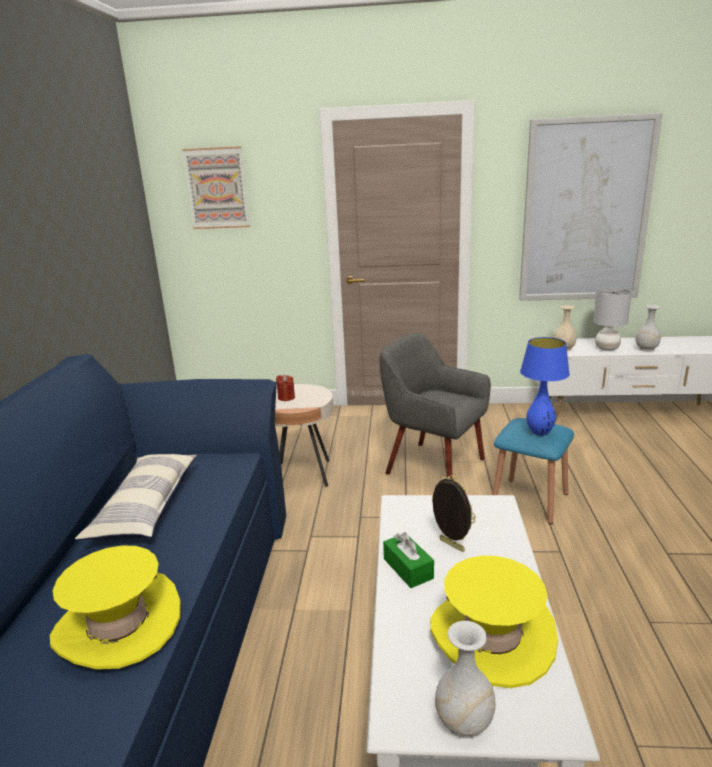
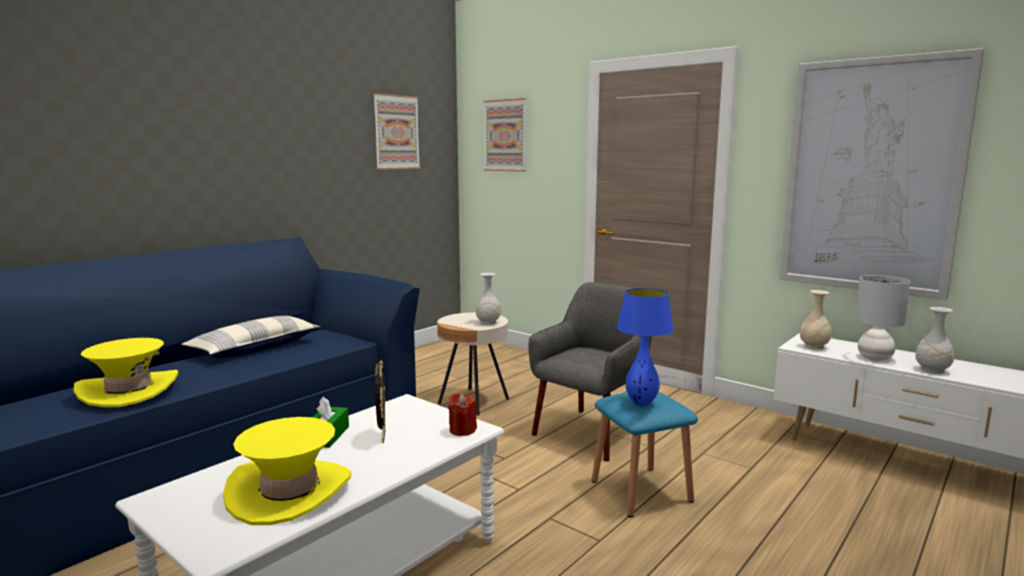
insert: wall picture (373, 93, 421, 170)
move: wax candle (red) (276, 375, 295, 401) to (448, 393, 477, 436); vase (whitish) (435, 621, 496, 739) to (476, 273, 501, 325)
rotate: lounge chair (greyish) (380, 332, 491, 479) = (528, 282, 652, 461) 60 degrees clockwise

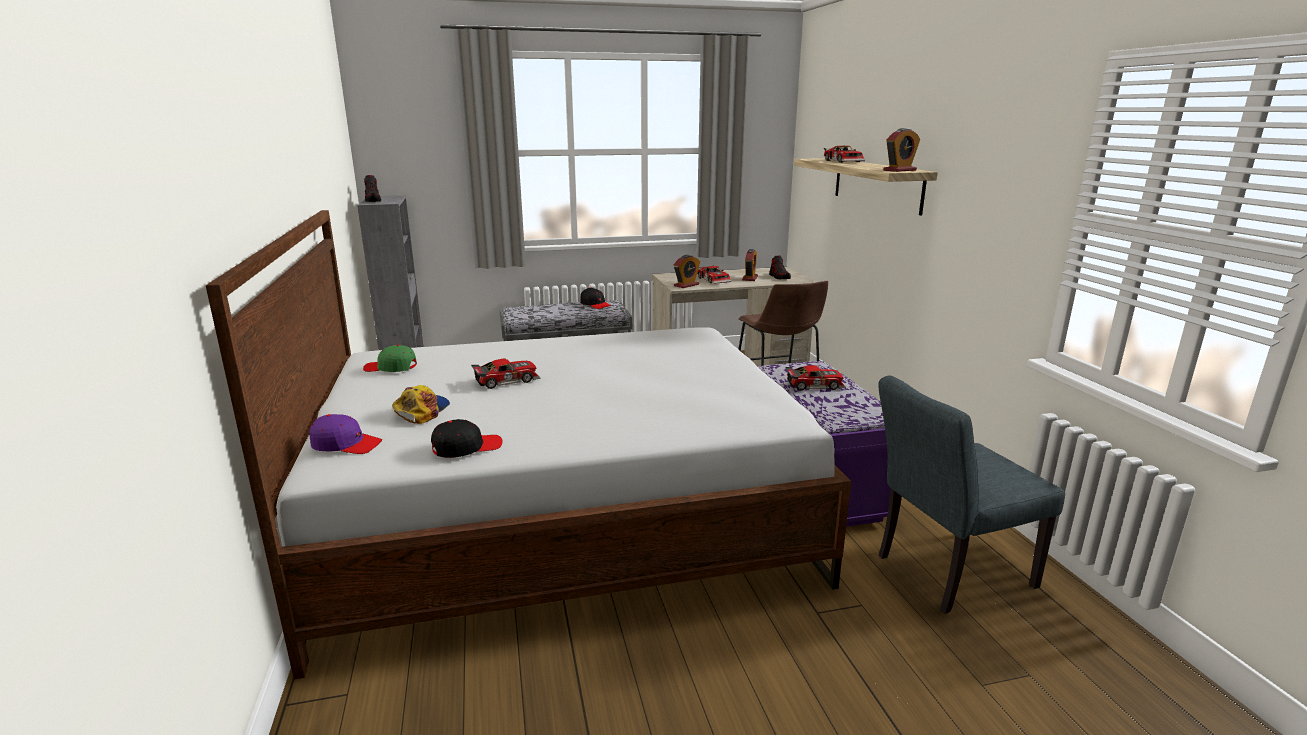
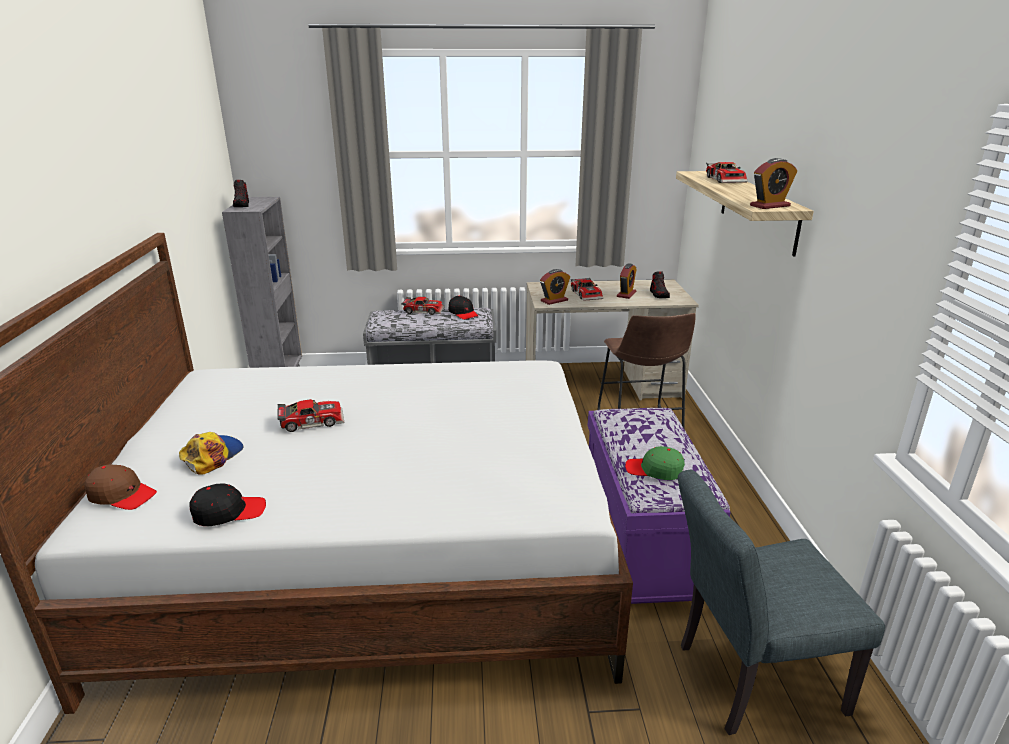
move: toy car (785, 365, 846, 391) to (401, 297, 444, 315); peaked cap (green-coloured) (363, 345, 417, 372) to (625, 446, 685, 480)
recolor: peaked cap (purple-coloured) (309, 414, 382, 454) to peaked cap (brownish) (84, 465, 157, 510)

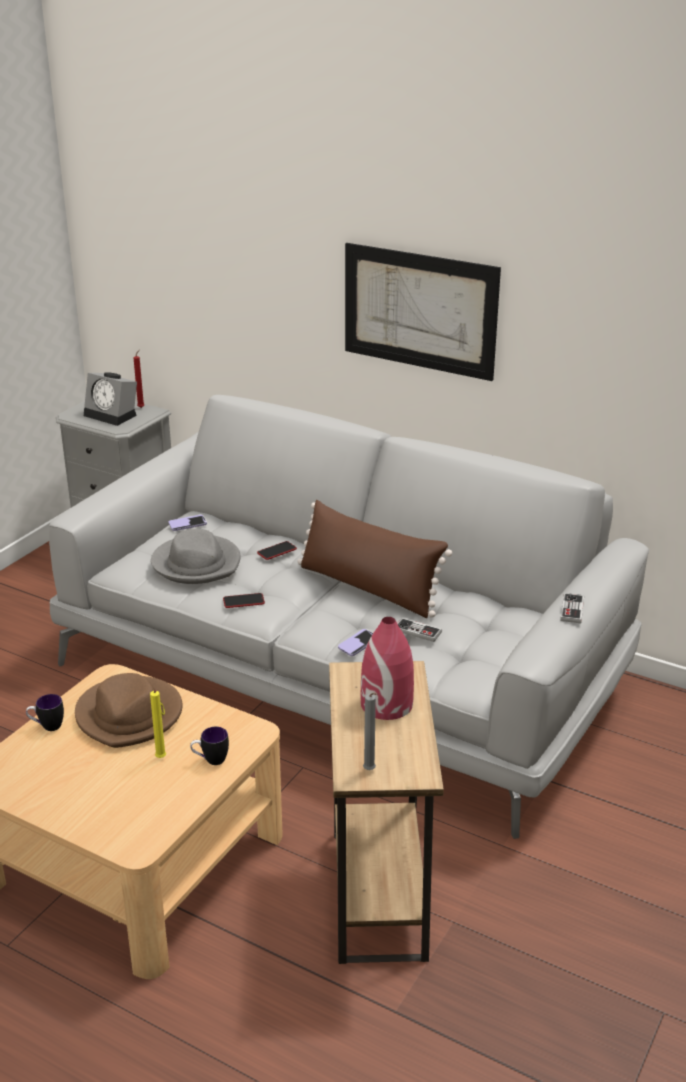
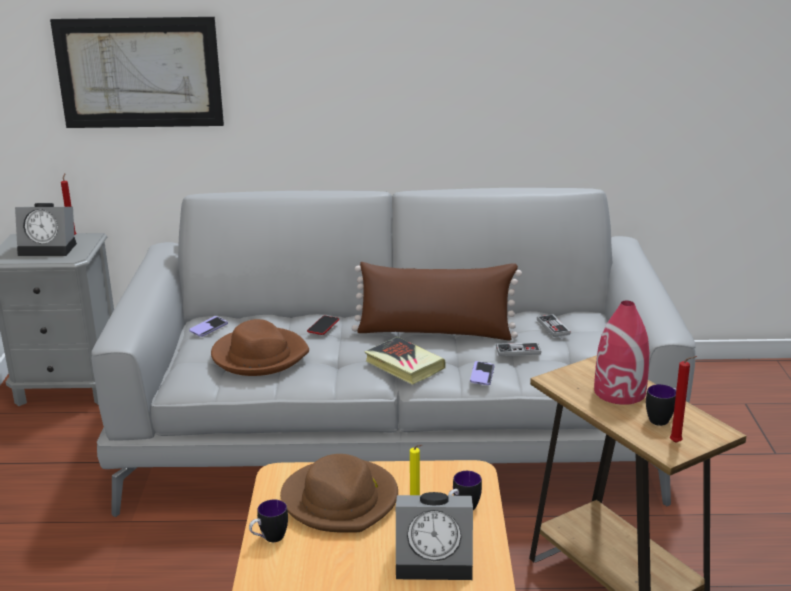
delete: phone (223, 593, 265, 608)
insert: book (365, 337, 446, 385); table clock (396, 492, 473, 580); coffee mug (646, 384, 676, 426)
move: wall picture (345, 243, 501, 381) to (50, 17, 224, 128); joypad (560, 593, 584, 623) to (537, 314, 571, 337)
recolor: hat (greyish) (151, 529, 240, 584) to hat (brownish) (211, 319, 309, 376); wax candle (greyish) (363, 693, 377, 770) to wax candle (red) (670, 356, 697, 443)

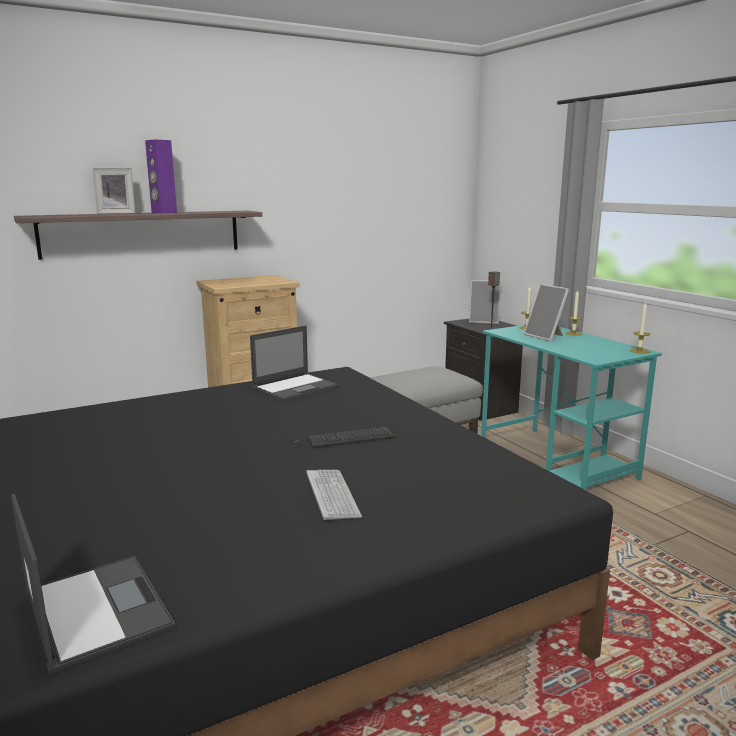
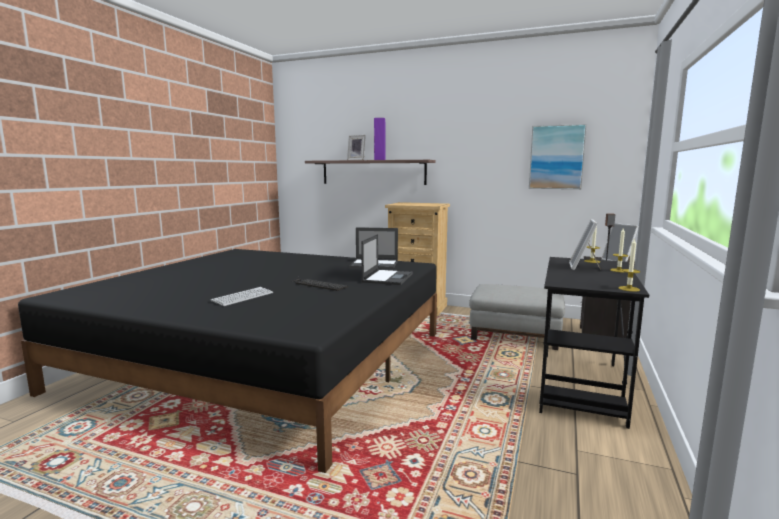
insert: wall picture (529, 124, 587, 189)
move: portable computer (11, 494, 176, 676) to (361, 234, 413, 285)
recolor: desk table (turquoise-coloured) (481, 325, 662, 490) to desk table (blackish) (539, 257, 649, 429)

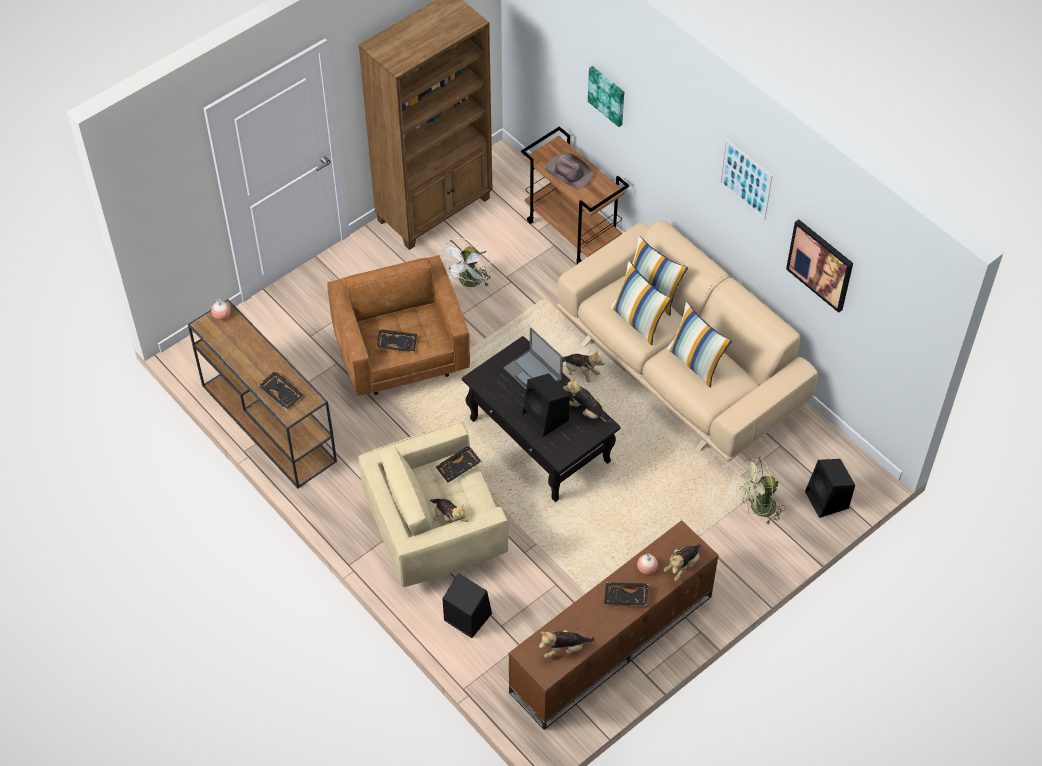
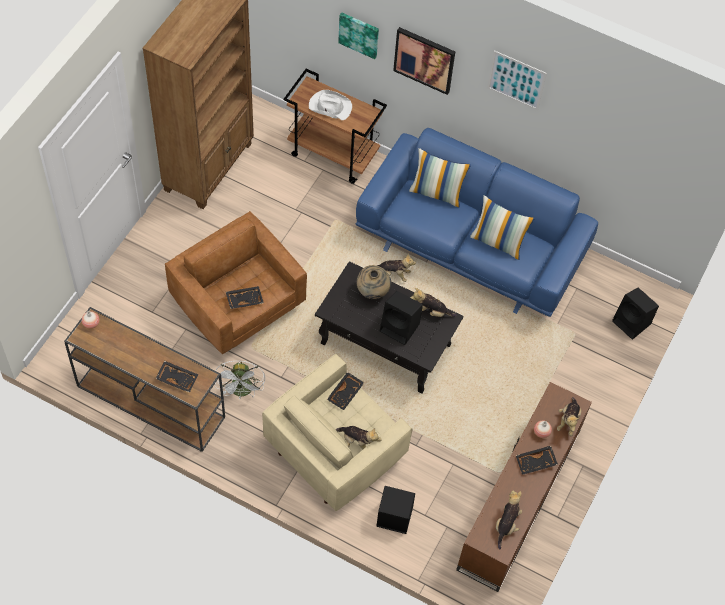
delete: throw pillow (610, 261, 672, 345); cooling fan (green-coloured) (739, 457, 784, 525)
move: cooling fan (whitish) (441, 238, 492, 287) to (215, 360, 265, 399); wall picture (786, 219, 853, 313) to (393, 27, 455, 95)
replace: portable computer (504, 327, 563, 389) to vase (sand-coloured) (357, 265, 391, 299)
recolor: hat (brownish) (545, 153, 593, 189) to hat (whitish) (309, 90, 352, 120); sofa (sand-coloured) (557, 220, 818, 462) to sofa (blue-coloured) (356, 128, 598, 317)
rotate: soft toy (539, 630, 594, 658) = (496, 490, 522, 549) 150 degrees clockwise

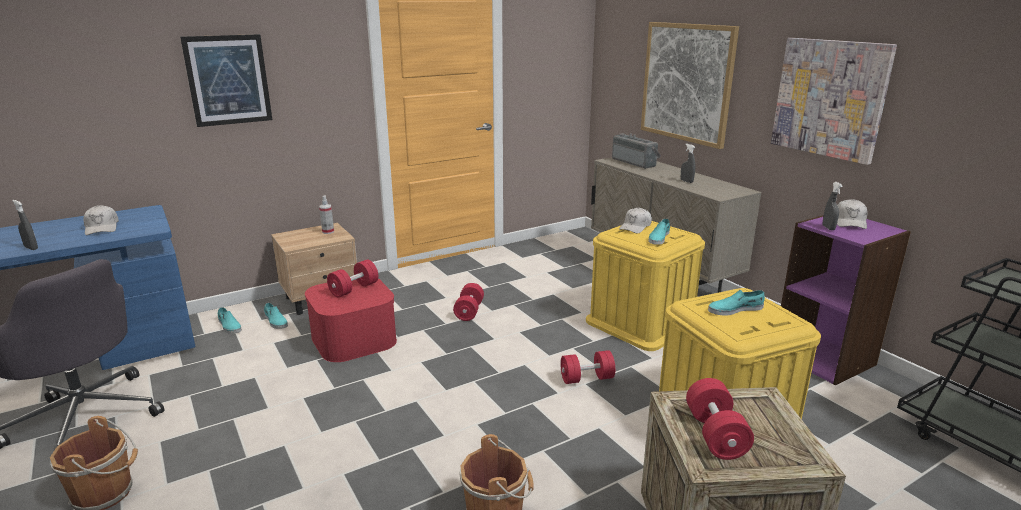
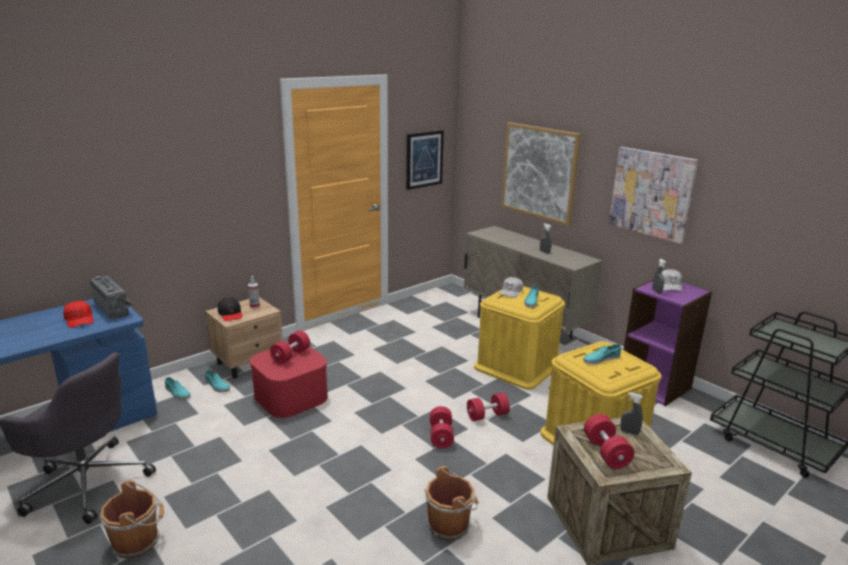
insert: peaked cap (blackish) (218, 297, 242, 321)
move: radio set (612, 133, 661, 169) to (90, 275, 133, 319); wall picture (180, 34, 272, 127) to (406, 130, 444, 190); free weight (red) (453, 283, 484, 321) to (430, 406, 454, 449); sprayer (greyish) (12, 200, 38, 250) to (620, 392, 643, 435)
recolor: peaked cap (whitish) (84, 205, 119, 235) to peaked cap (red) (63, 301, 94, 328)

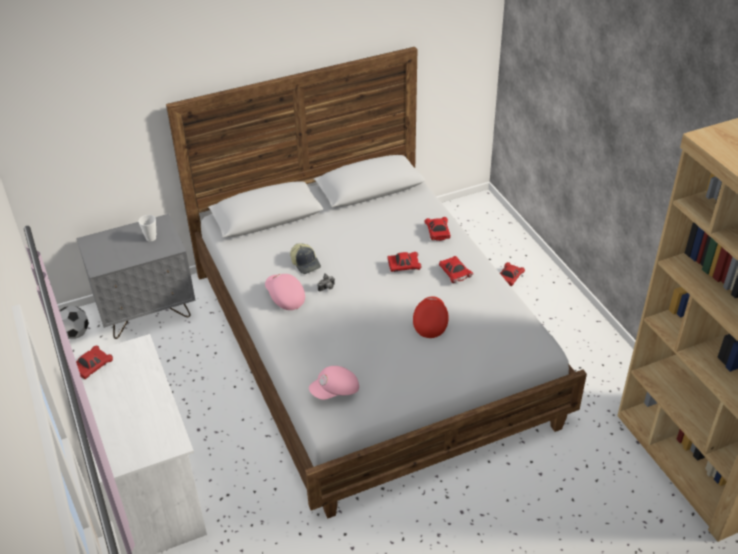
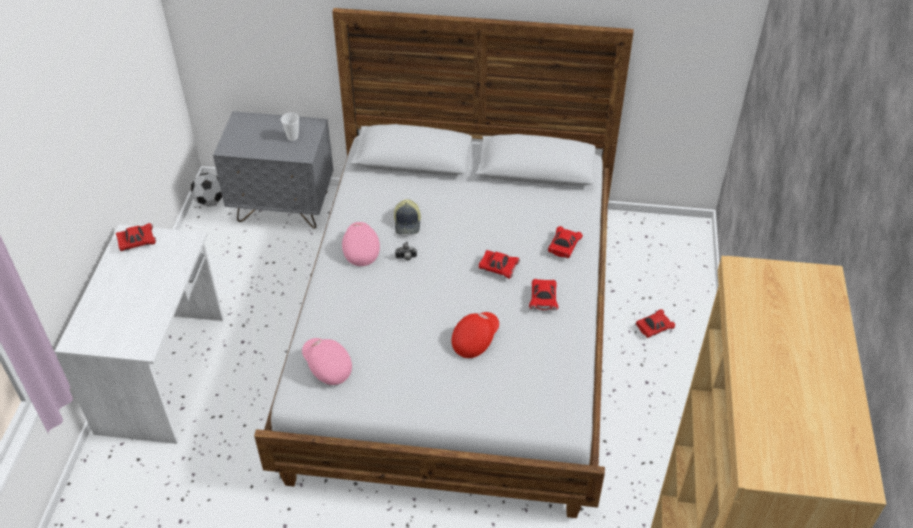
rotate: peaked cap (pinkish) (309, 366, 359, 400) = (302, 338, 352, 385) 45 degrees clockwise

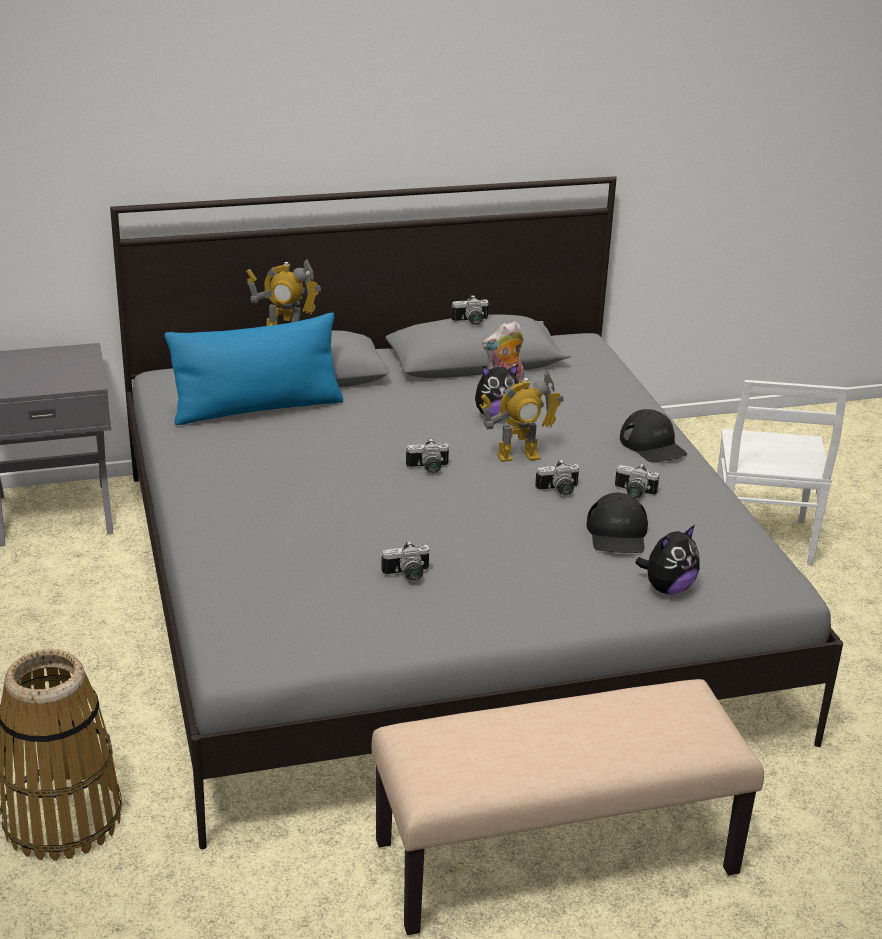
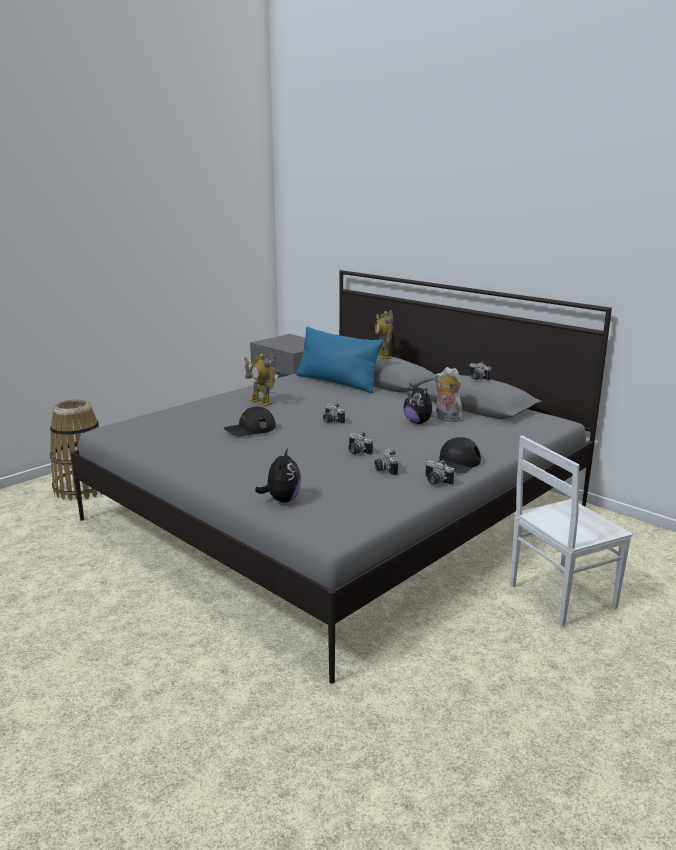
delete: indoor bench (sand-coloured) (372, 679, 764, 935)
move: peaked cap (blackish) (587, 493, 648, 553) to (224, 407, 276, 436); robot figure (479, 371, 564, 462) to (244, 353, 276, 407); still camera (381, 540, 429, 581) to (425, 460, 454, 485)
rotate: soft toy (635, 525, 700, 594) = (255, 448, 301, 503) 105 degrees counterclockwise

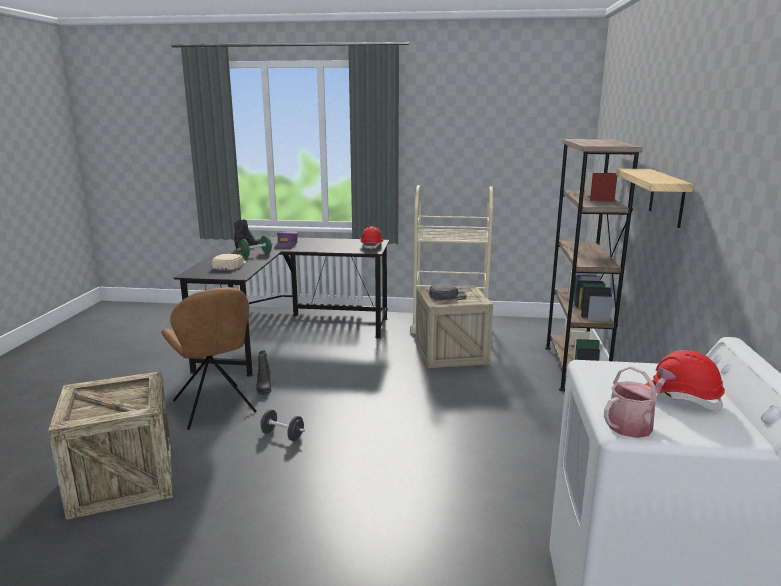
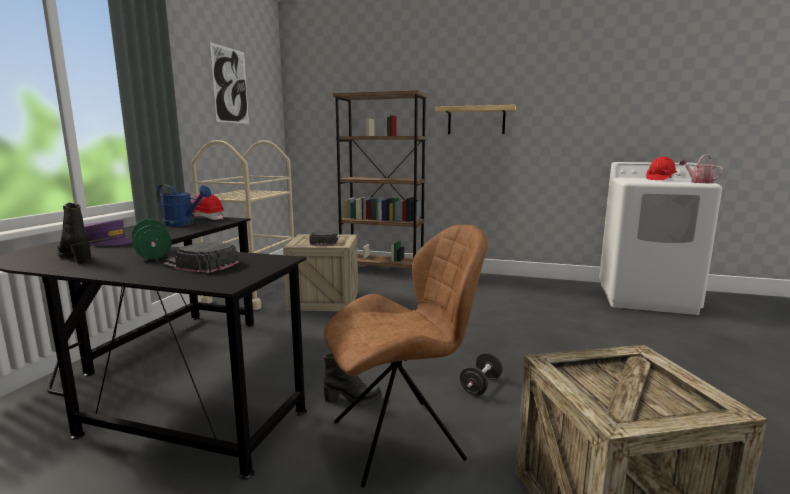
insert: watering can (blue-coloured) (156, 185, 211, 227); wall picture (210, 42, 249, 124)
recolor: peaked cap (sand-coloured) (212, 254, 247, 271) to peaked cap (blackish) (163, 242, 238, 273)

